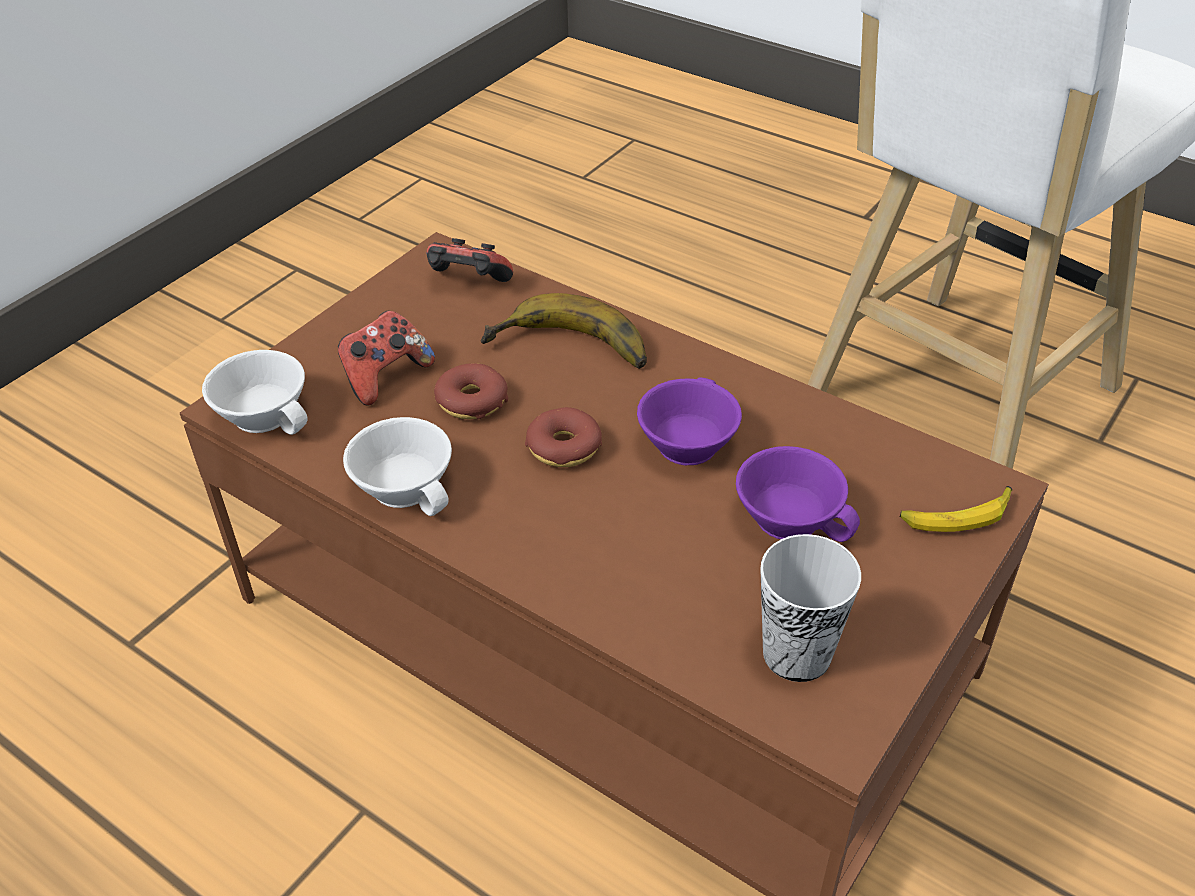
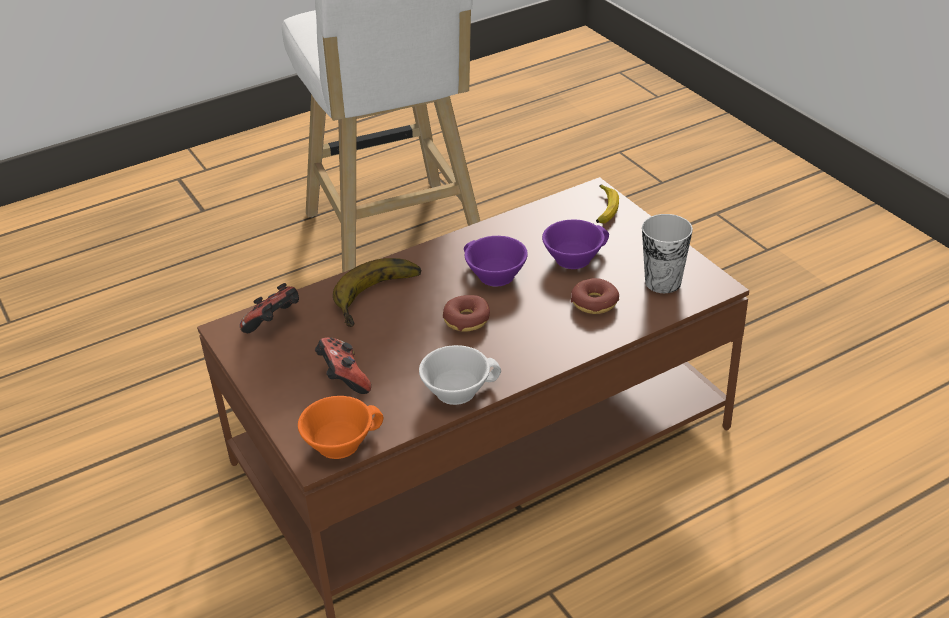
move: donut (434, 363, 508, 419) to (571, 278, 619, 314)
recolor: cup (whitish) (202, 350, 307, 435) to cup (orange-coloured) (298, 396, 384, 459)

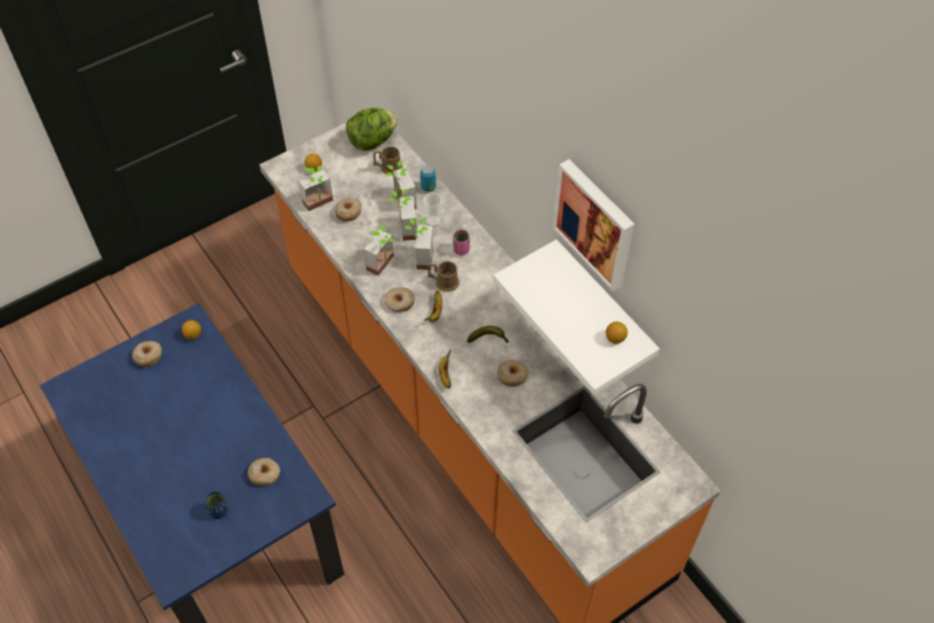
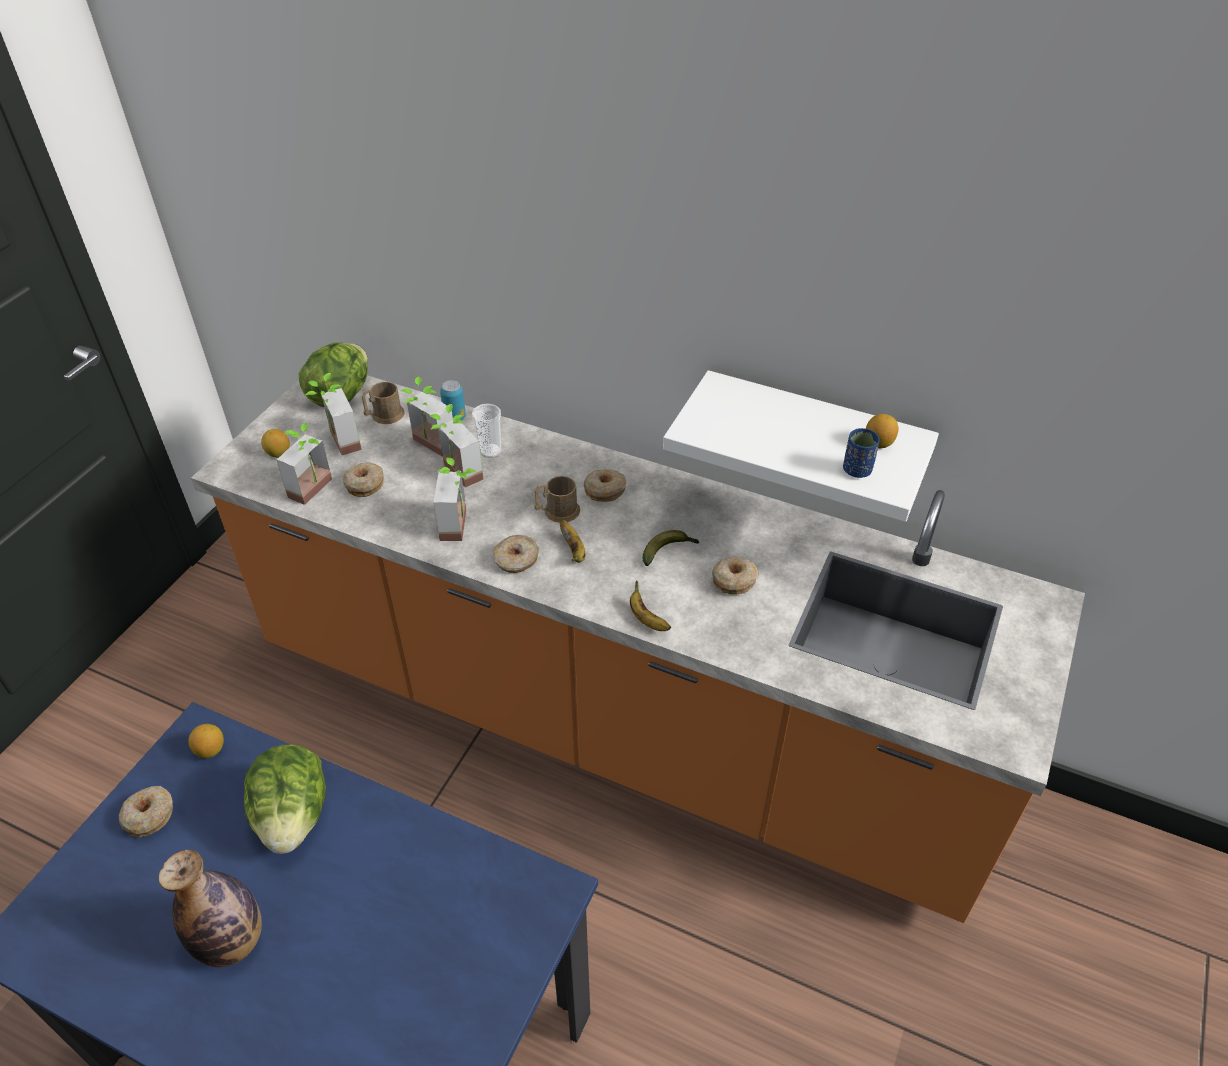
delete: cup (pinkish) (453, 229, 470, 256); wall picture (552, 159, 635, 292)
insert: beverage bottle (159, 850, 262, 967); head of lettuce (244, 744, 326, 854)
move: plant in a pot (404, 218, 433, 270) to (306, 373, 362, 455); donut (248, 458, 280, 486) to (584, 469, 626, 502); cup (blue-coloured) (205, 491, 228, 519) to (843, 428, 880, 478)

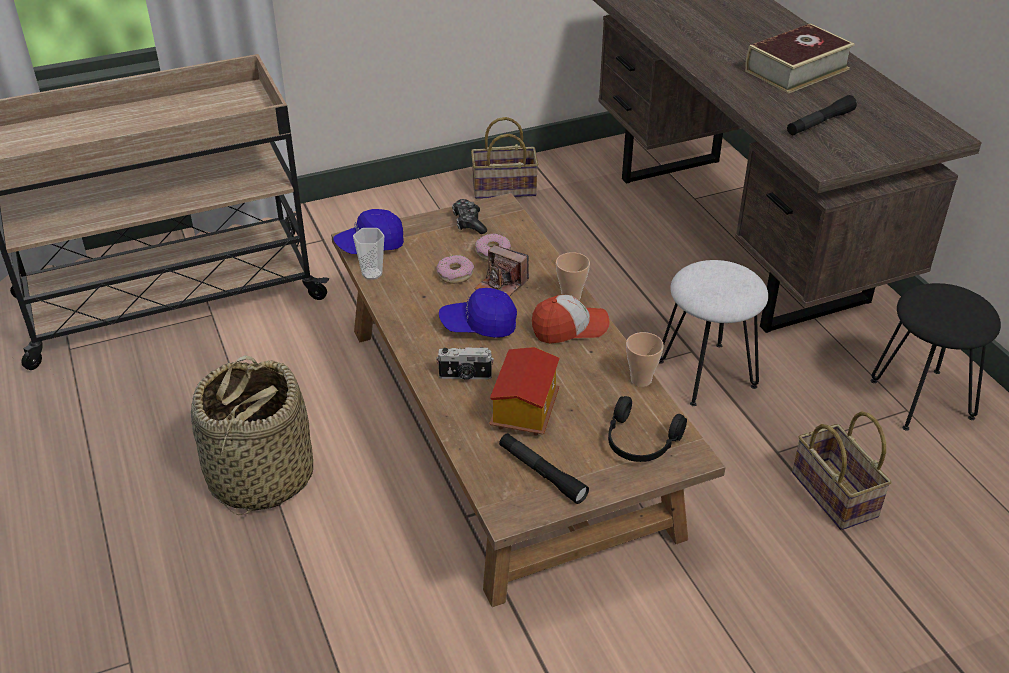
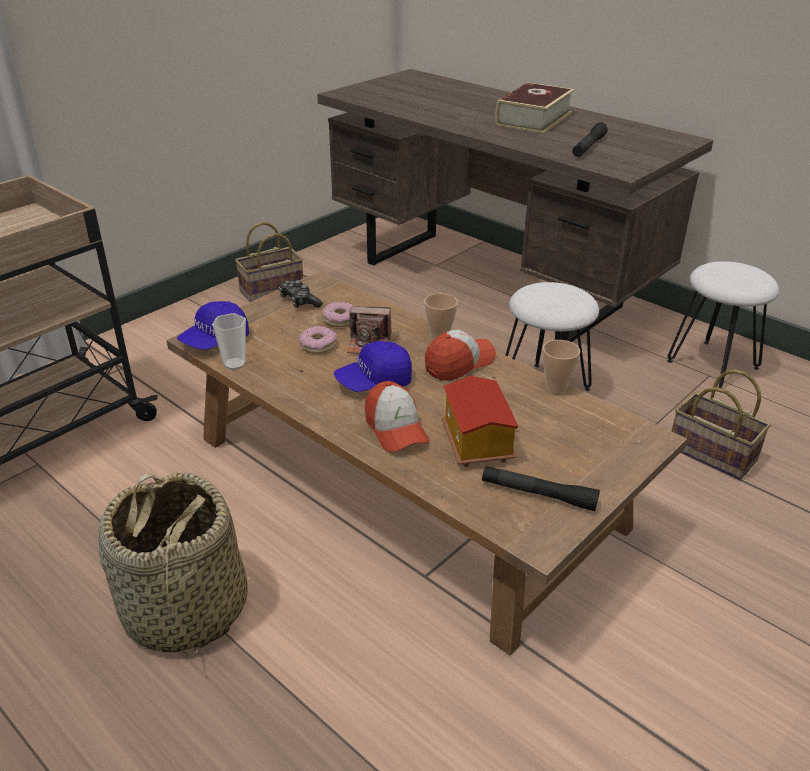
delete: headset (blackish) (608, 396, 687, 462)
replace: still camera (436, 347, 494, 380) to peaked cap (365, 381, 430, 452)
recolor: sitting stool (blackish) (871, 283, 1001, 431) to sitting stool (whitish) (667, 261, 779, 389)

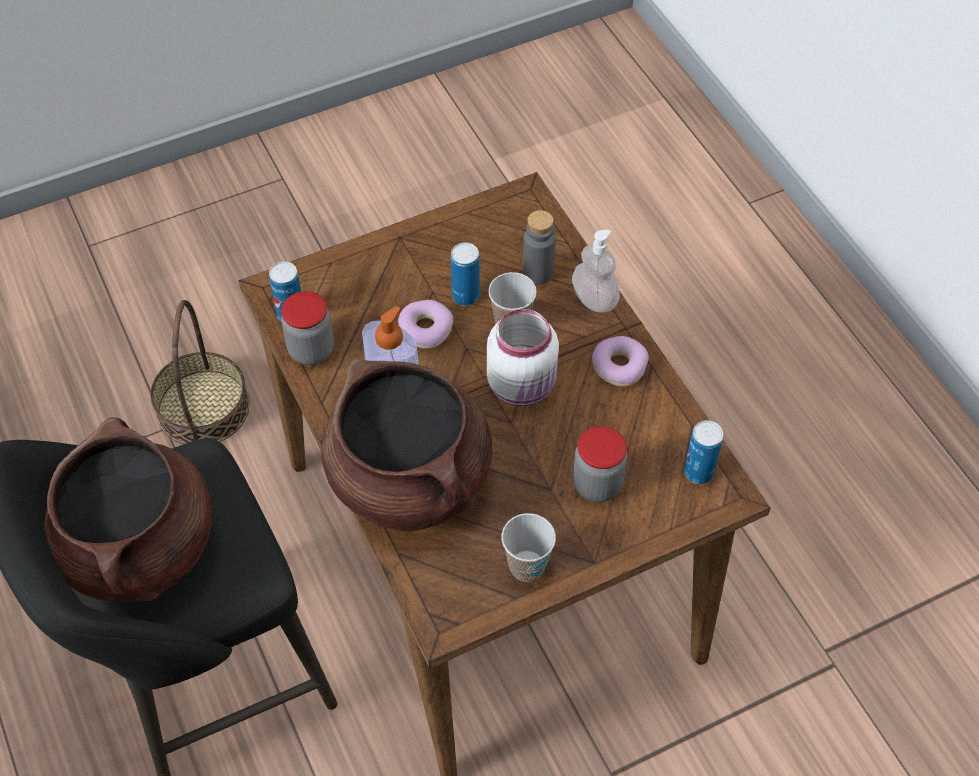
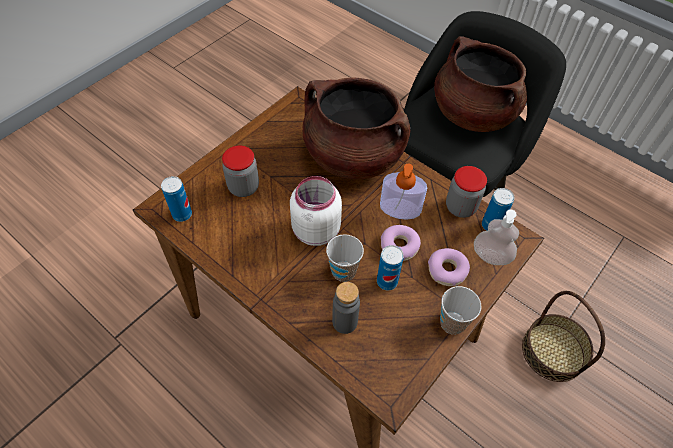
move: donut (592, 336, 648, 387) to (428, 248, 470, 286); cup (502, 513, 556, 582) to (440, 286, 482, 335); soap bottle (572, 230, 620, 313) to (474, 209, 519, 265)

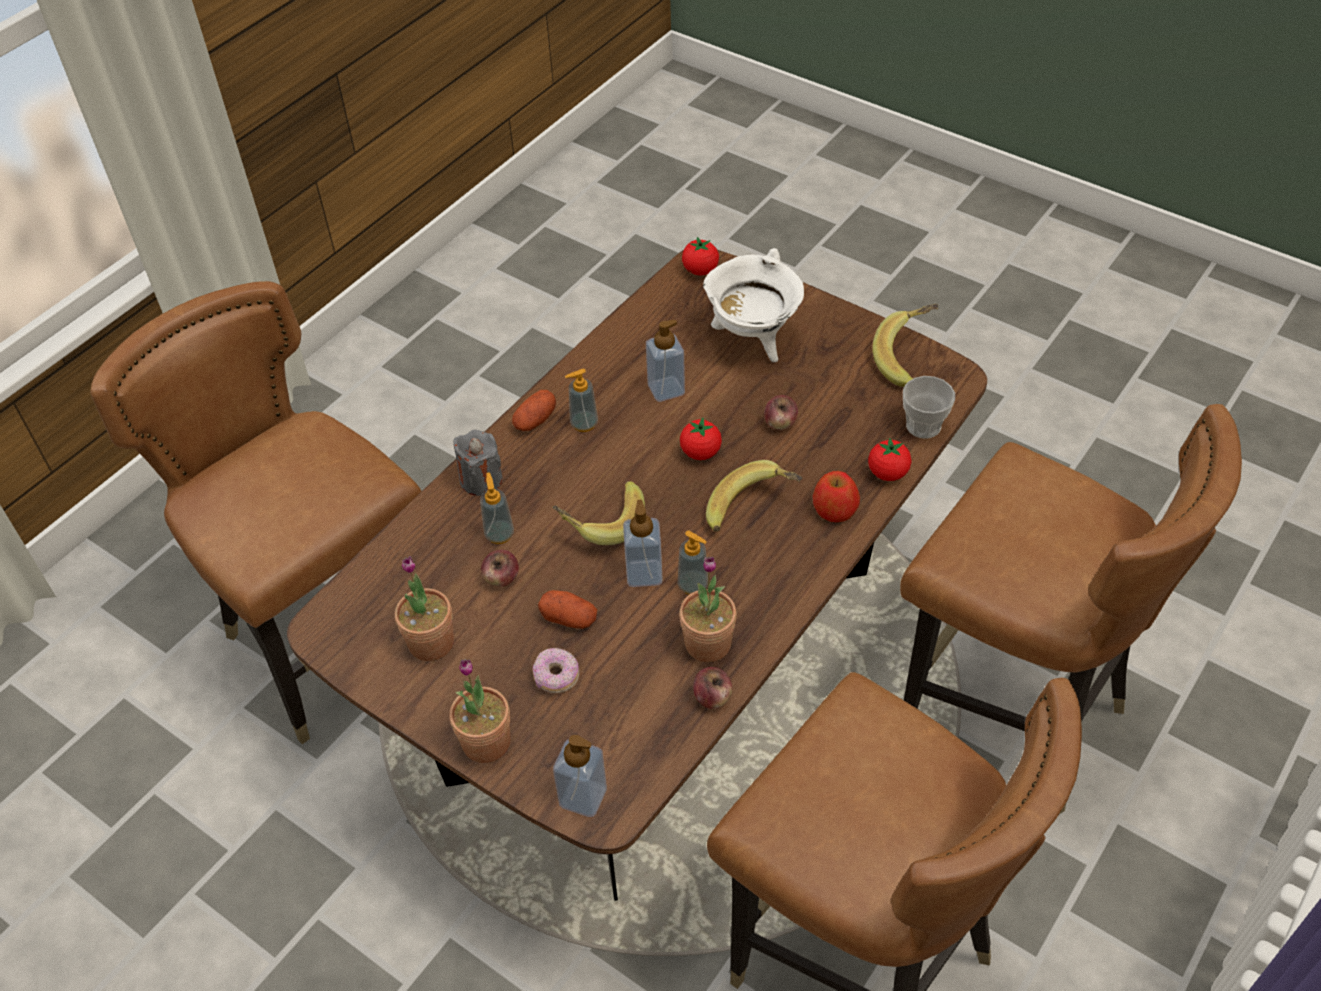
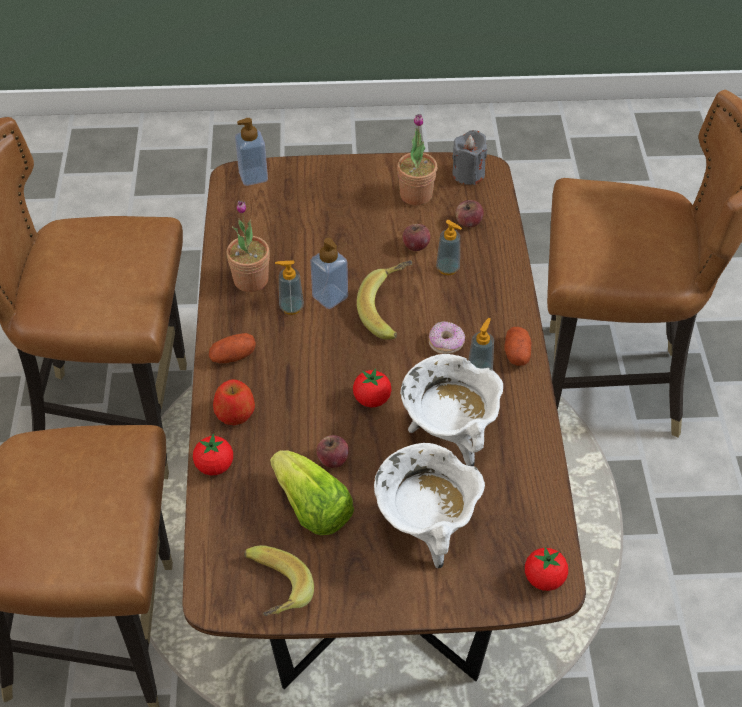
delete: plant in a pot (449, 659, 510, 763); whole banana (706, 460, 802, 532); cup (903, 376, 955, 439)
insert: head of lettuce (270, 450, 354, 535)
move: spud (538, 590, 597, 629) to (209, 333, 256, 363); donut (533, 648, 579, 693) to (429, 321, 465, 354); wax candle (greyish) (453, 430, 503, 496) to (452, 130, 487, 185); whole apple (693, 667, 732, 709) to (455, 200, 484, 227)
replace: soap bottle (646, 320, 685, 402) to saucepot (whitish) (400, 354, 503, 466)

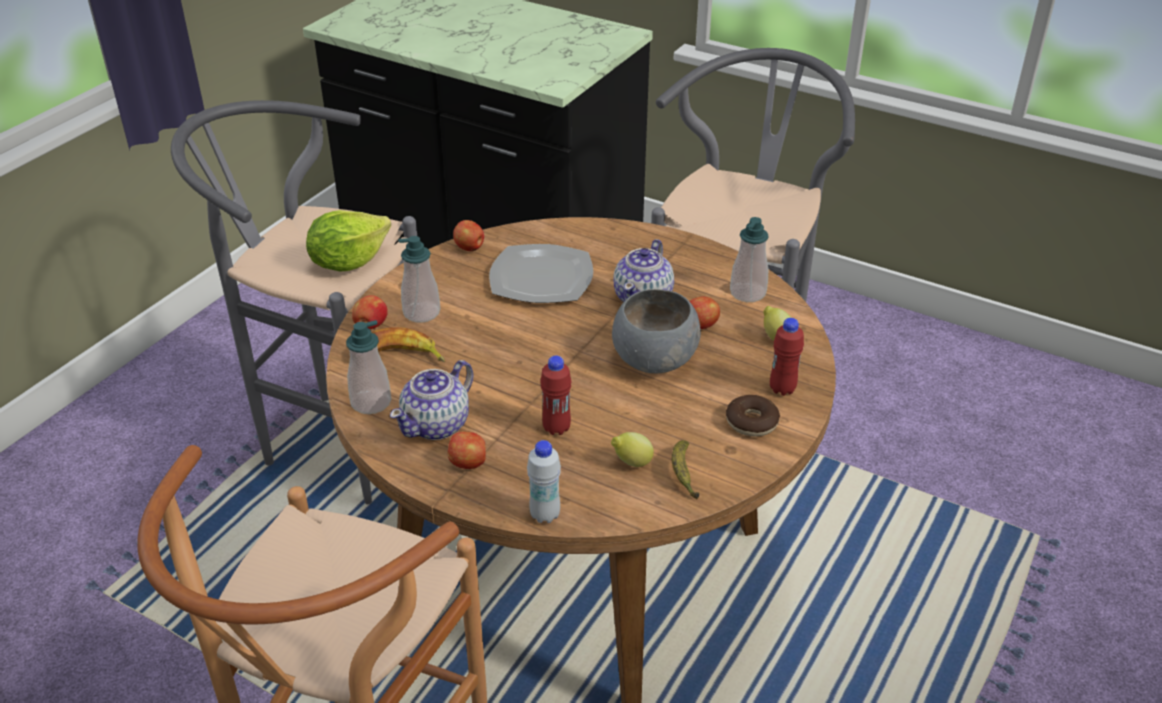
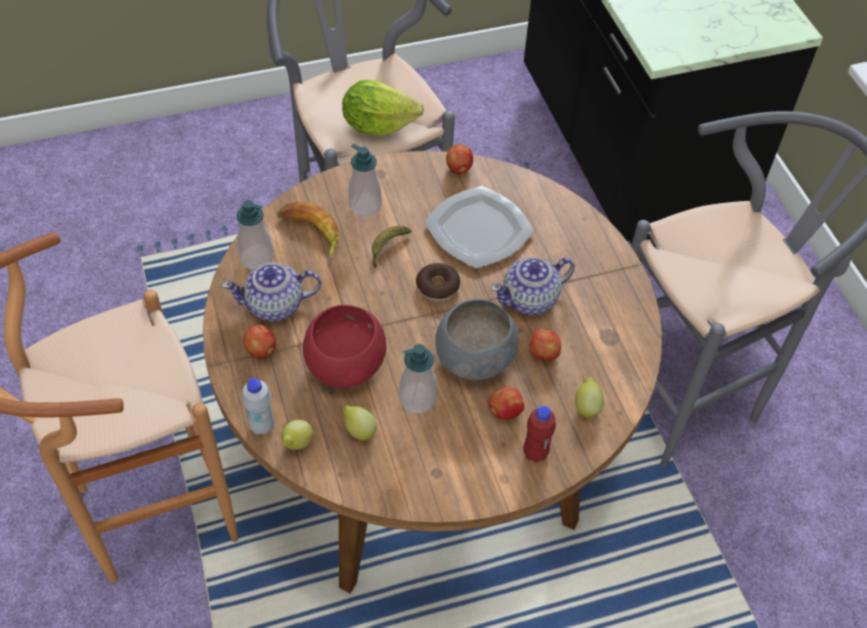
insert: citrus fruit (281, 420, 313, 450)
move: whole banana (672, 440, 699, 499) to (372, 226, 412, 268); soap bottle (730, 217, 769, 302) to (399, 344, 437, 413); donut (726, 395, 780, 437) to (416, 263, 460, 301); whole apple (352, 295, 388, 329) to (488, 387, 524, 420)
replace: beverage bottle (red) (540, 356, 571, 435) to deep dish (red) (303, 305, 386, 388)

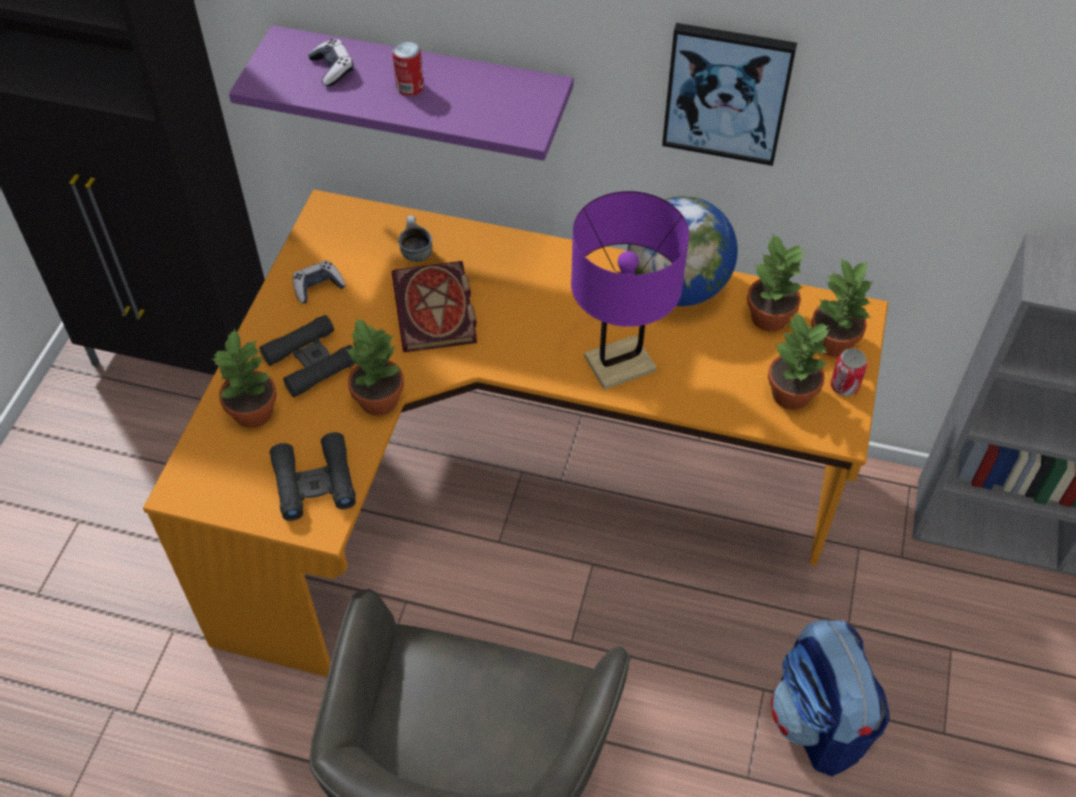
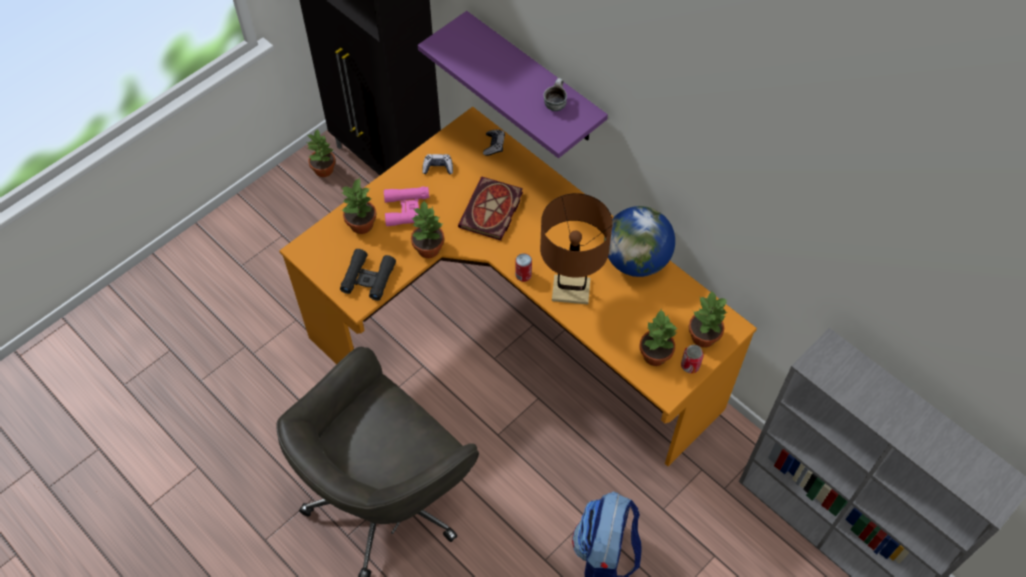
delete: wall picture (662, 23, 797, 166)
move: plant in a pot (747, 234, 805, 331) to (307, 128, 335, 177); joypad (308, 39, 354, 86) to (483, 130, 505, 156); sealed can (392, 41, 424, 96) to (515, 253, 532, 282); coffee mug (398, 215, 432, 262) to (544, 78, 567, 111)
recolor: field glasses (blackish) (259, 315, 355, 398) to field glasses (pinkish) (384, 187, 429, 226); lamp for a table (purple-coloured) (571, 191, 689, 390) to lamp for a table (brownish) (540, 193, 613, 304)

